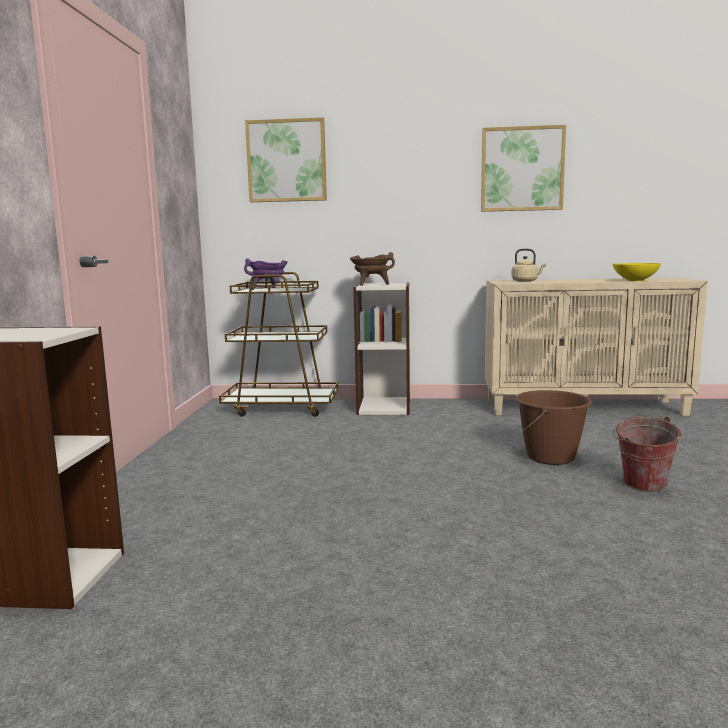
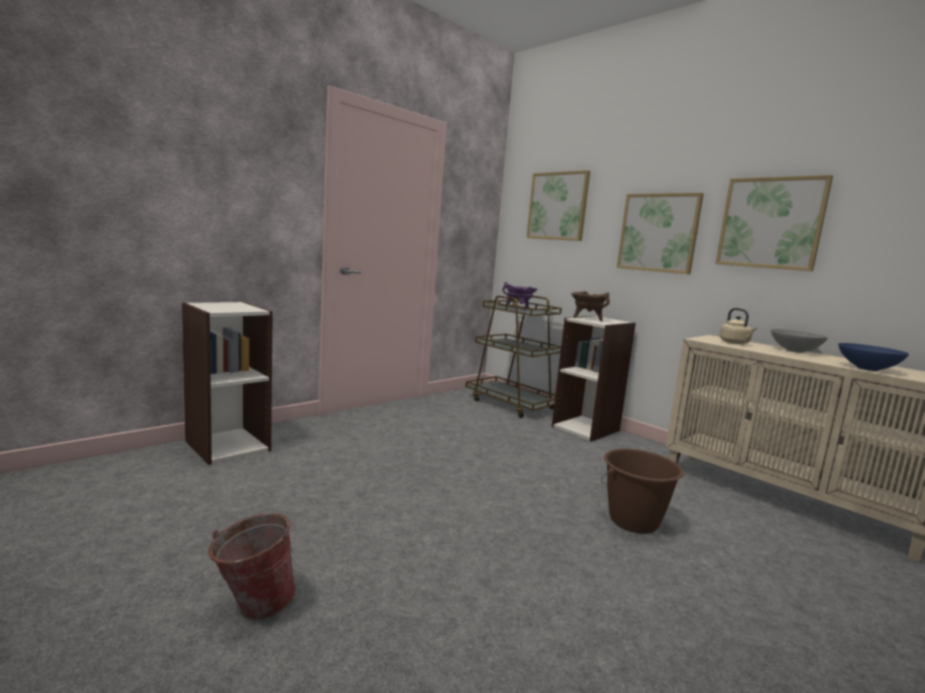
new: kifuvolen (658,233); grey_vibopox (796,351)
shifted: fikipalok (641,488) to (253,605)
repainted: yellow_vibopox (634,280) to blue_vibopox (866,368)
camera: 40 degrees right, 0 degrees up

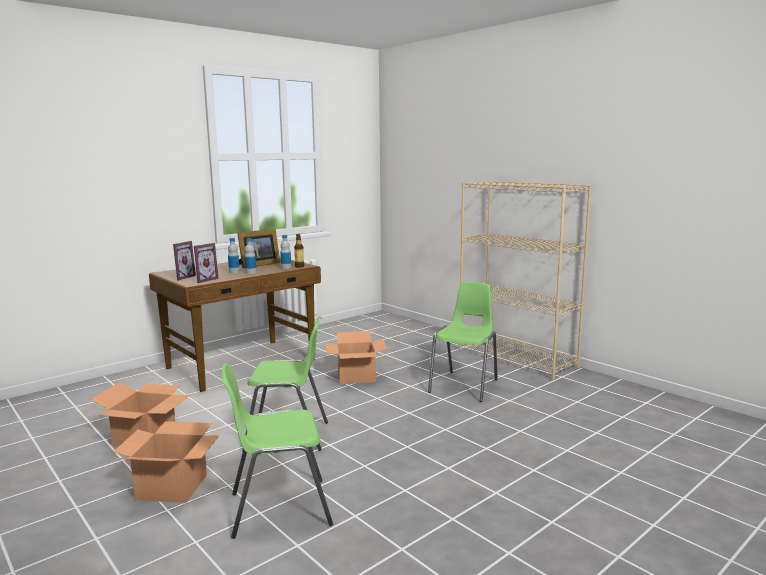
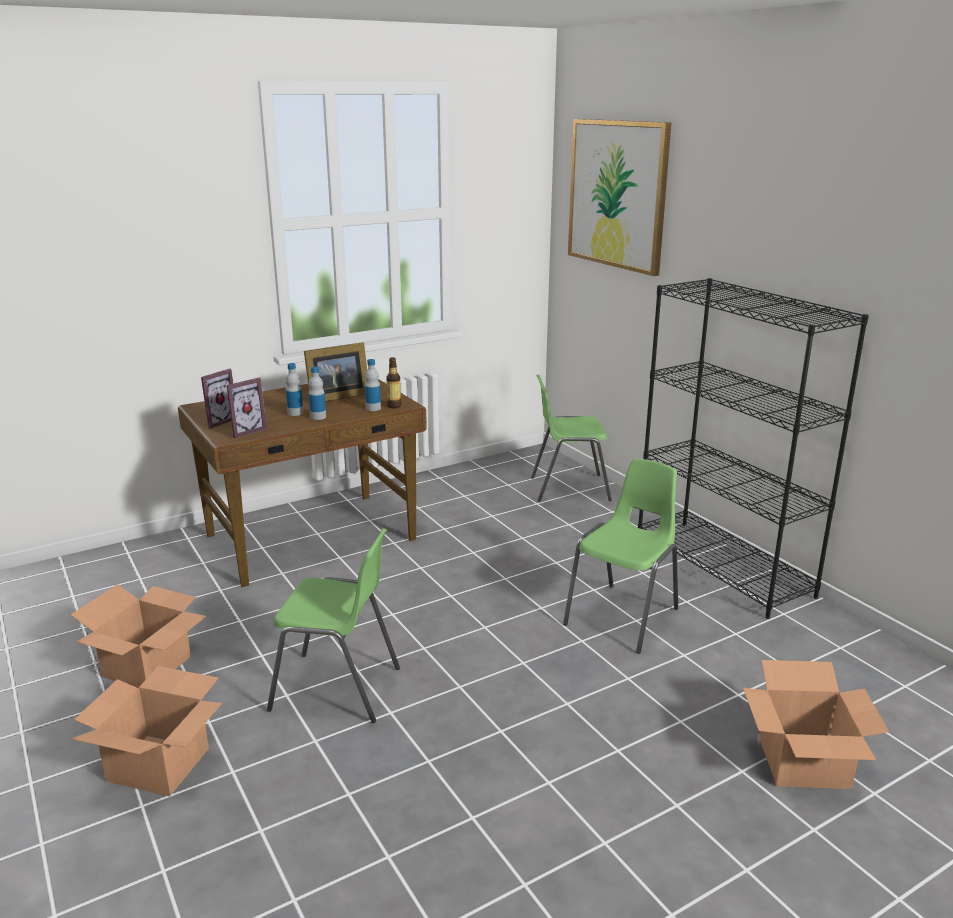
new: kifuvolen (617,194)
shifted: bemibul (357,376) to (804,762); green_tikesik (279,508) to (568,488)
repainted: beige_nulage (517,358) to black_nulage (723,567)
camera: 10 degrees right, 10 degrees up

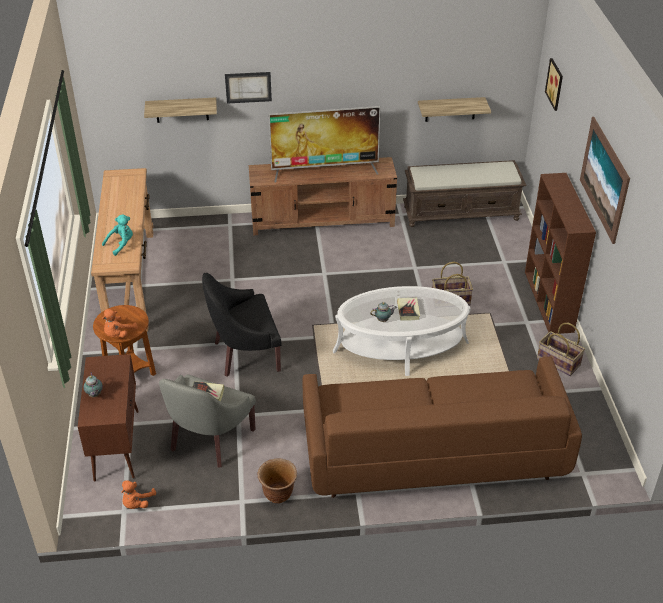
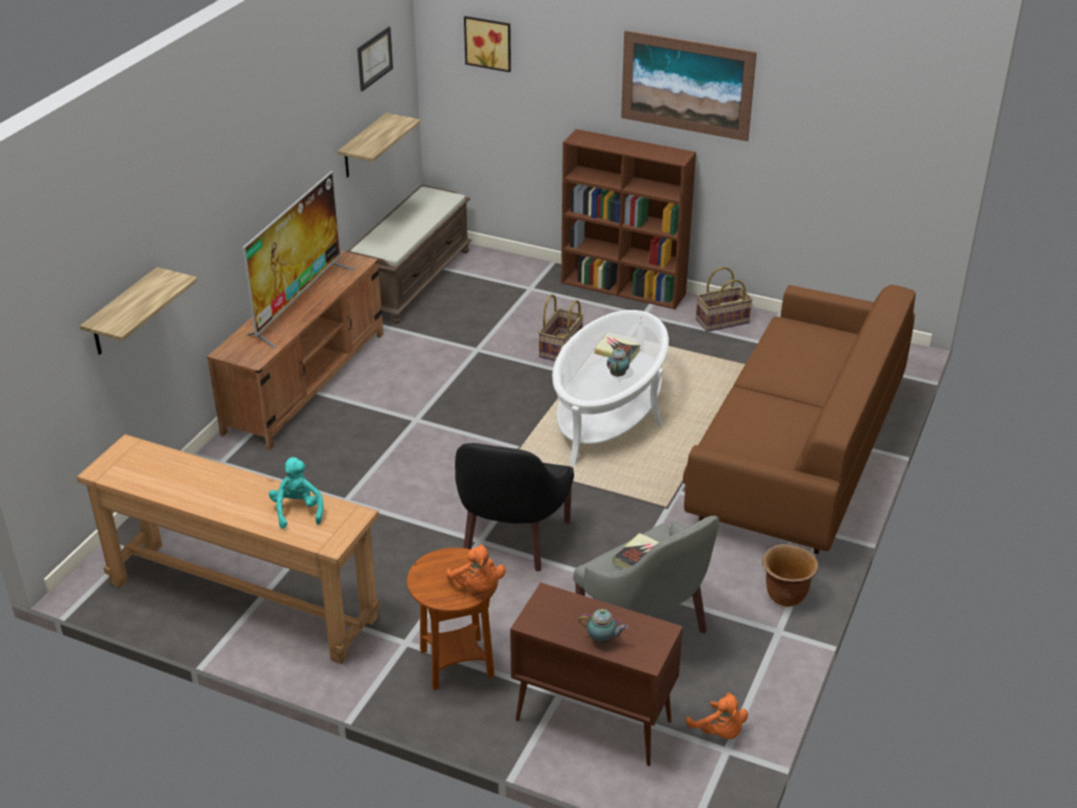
shifted: kifuvolen (248,87) to (374,58)
camera: 60 degrees left, 5 degrees down

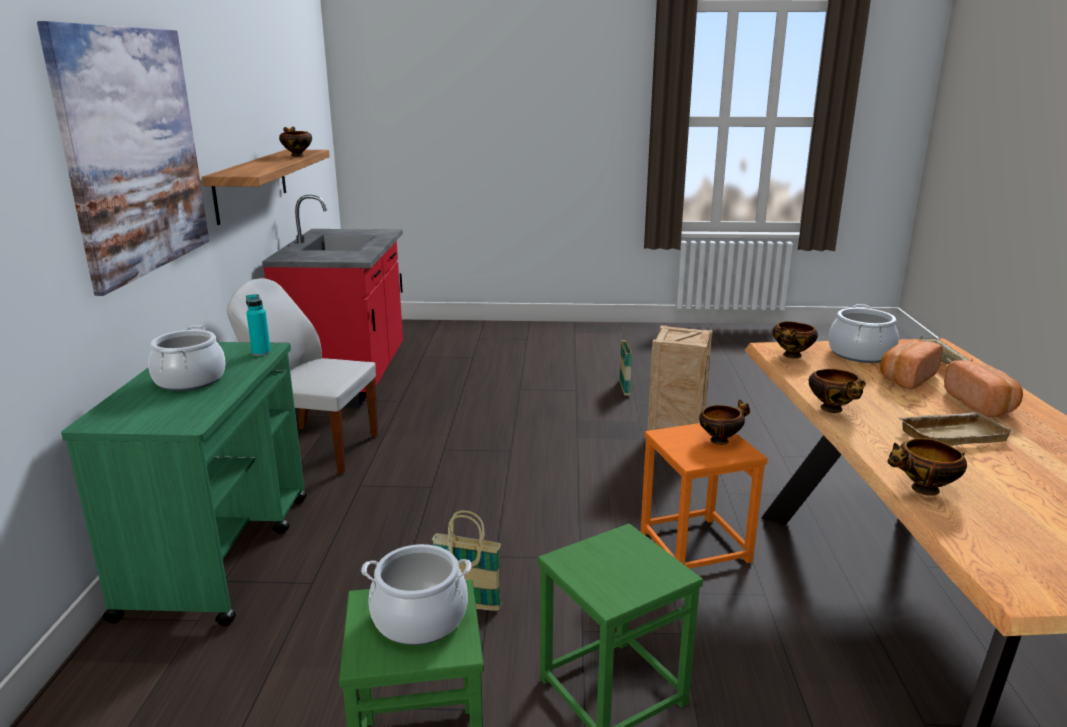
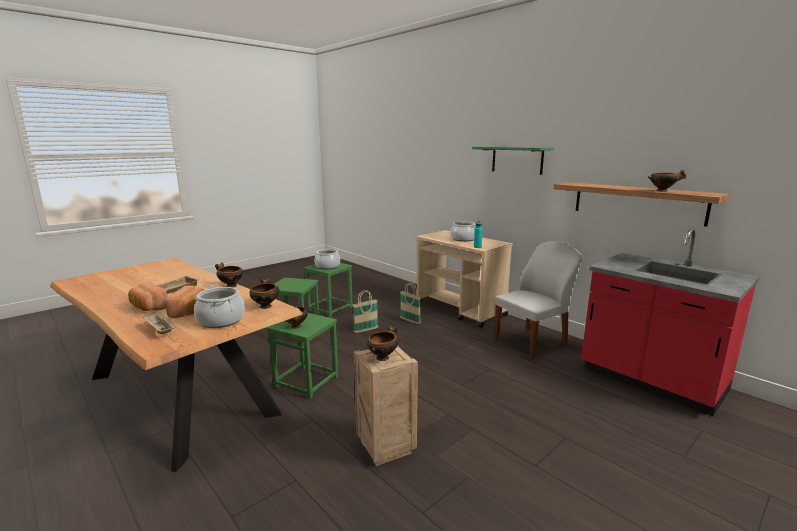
shifted: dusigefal (624,388) to (410,321); vibopox (923,490) to (383,357)
swapped: kifuvolen (134,152) to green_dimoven (517,160)
repainted: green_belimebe (220,553) to beige_belimebe (460,310); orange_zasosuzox (693,546) to green_zasosuzox (306,381)
camera: 135 degrees right, 5 degrees down

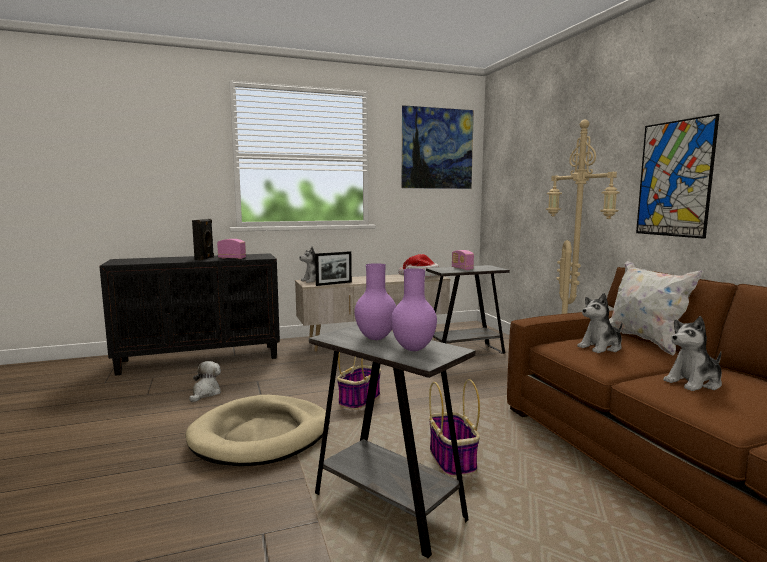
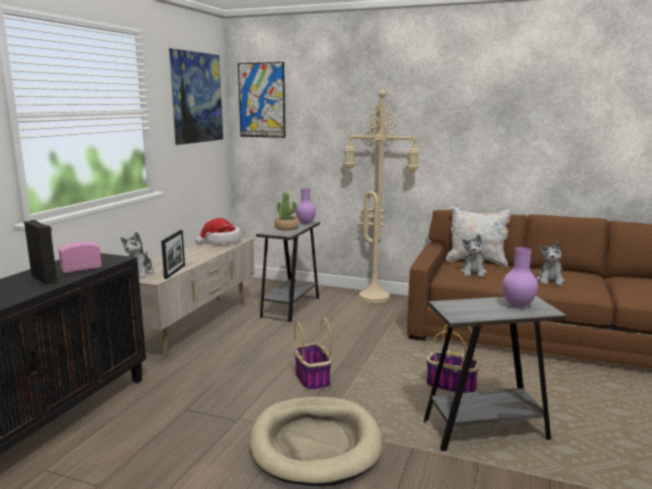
gone: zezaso (205,393)
shifted: kifuvolen (674,179) to (262,100); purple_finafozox (375,338) to (305,223)
swapped: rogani (462,268) to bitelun (287,228)
camera: 50 degrees left, 5 degrees up

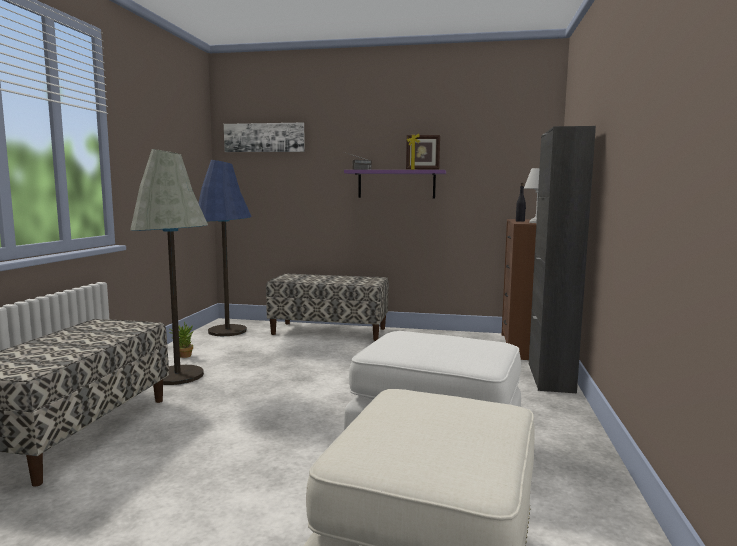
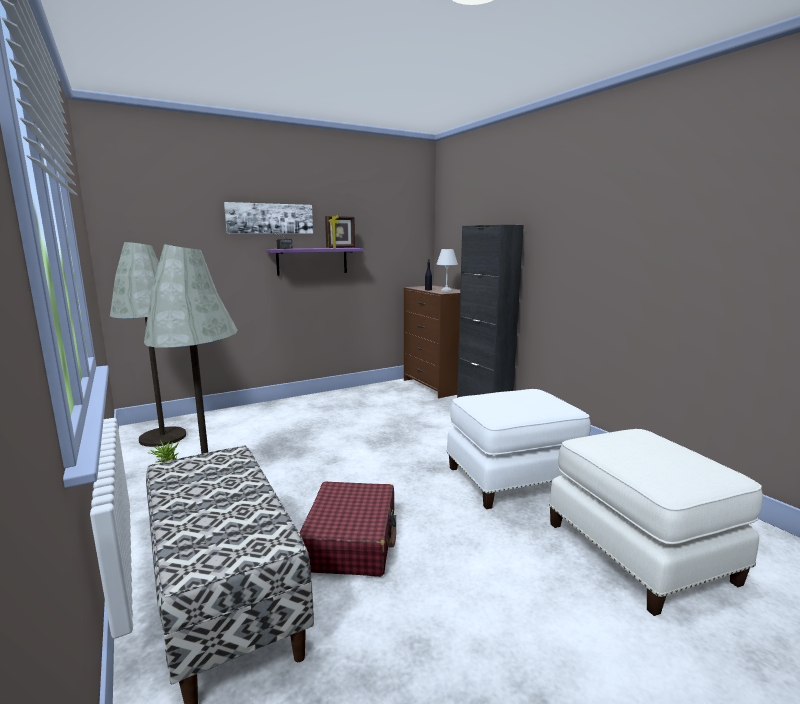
gone: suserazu (329,331)
new: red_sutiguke (351,541)
shifted: kifuvolen (264,137) to (270,218)
repainted: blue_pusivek (227,331) to grey_pusivek (163,437)
camera: 40 degrees left, 5 degrees up

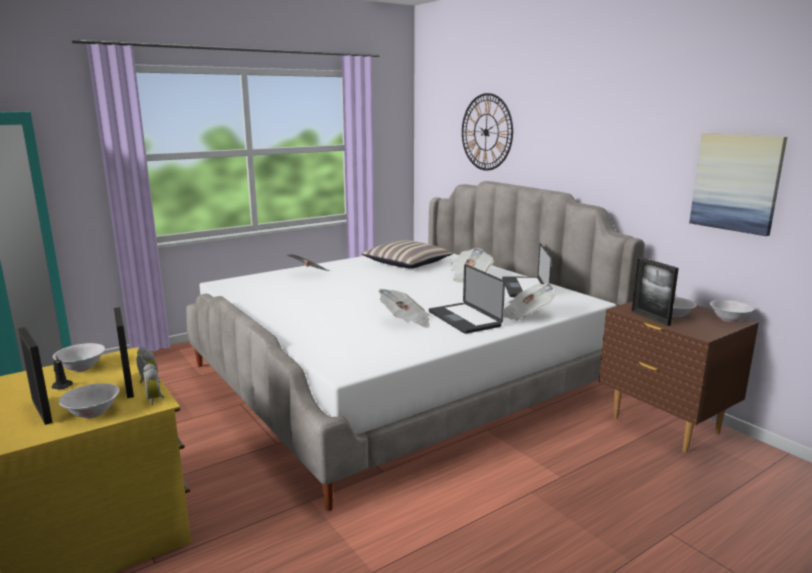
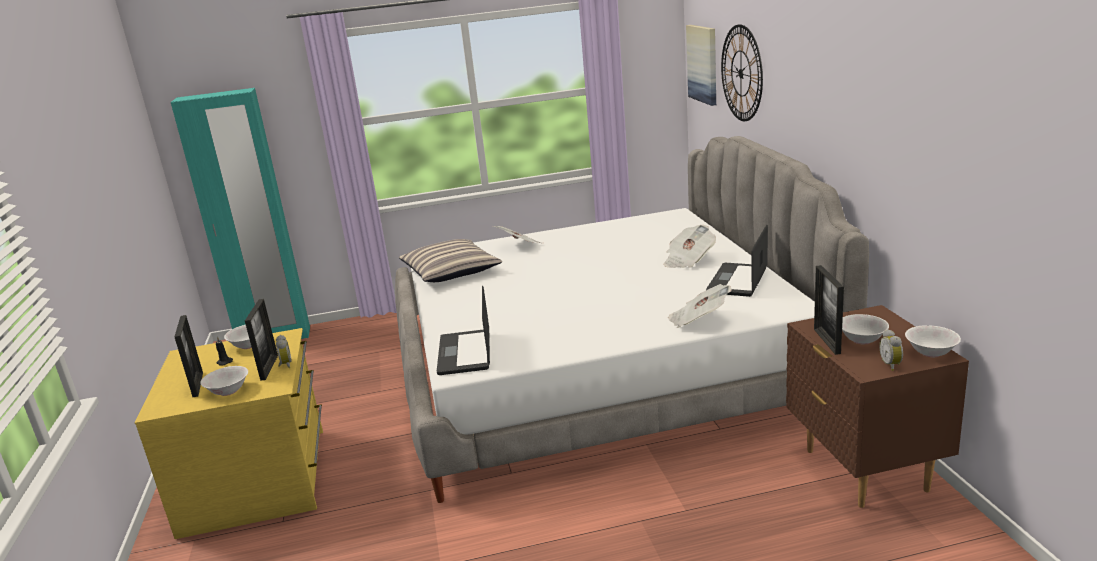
gone: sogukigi (406,322)
shifted: kifuvolen (736,182) to (703,64); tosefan (407,263) to (451,271); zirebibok (464,319) to (465,353); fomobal (156,399) to (891,365)
camera: 25 degrees right, 5 degrees up

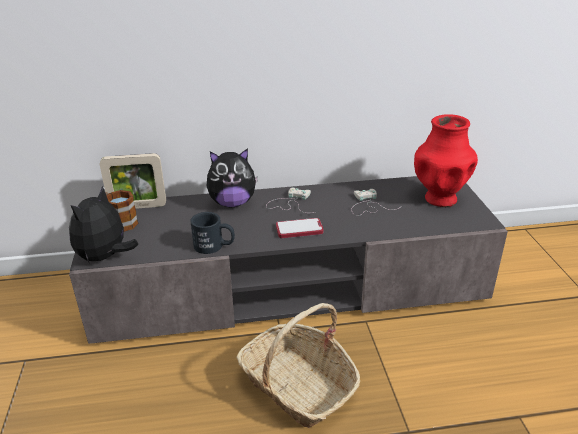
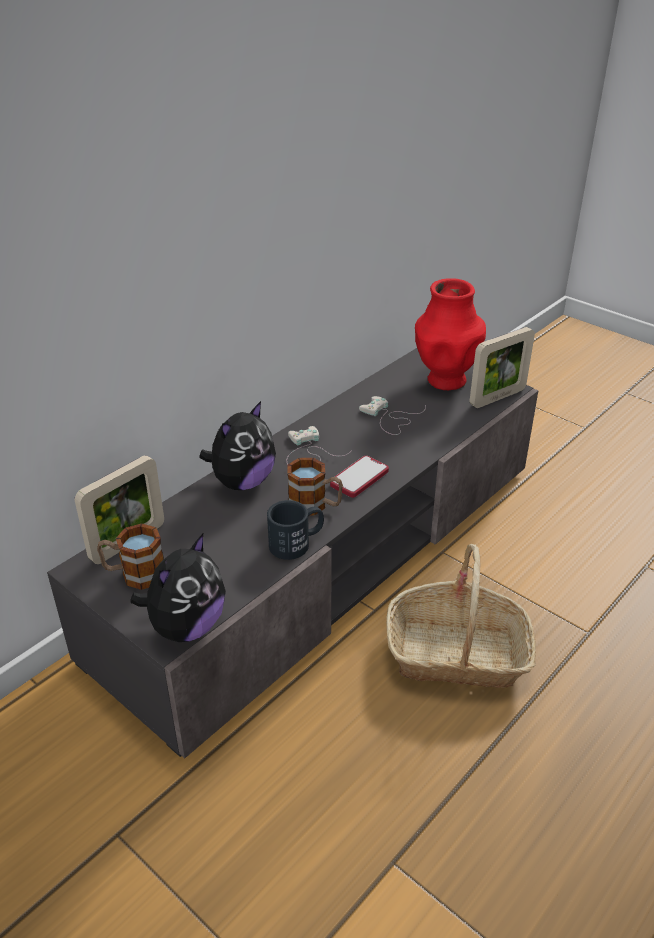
new: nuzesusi (497,397); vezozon (315,505)
rotated: zezaso (105,257) = (186,626) 135 degrees counterclockwise
camera: 40 degrees left, 5 degrees up

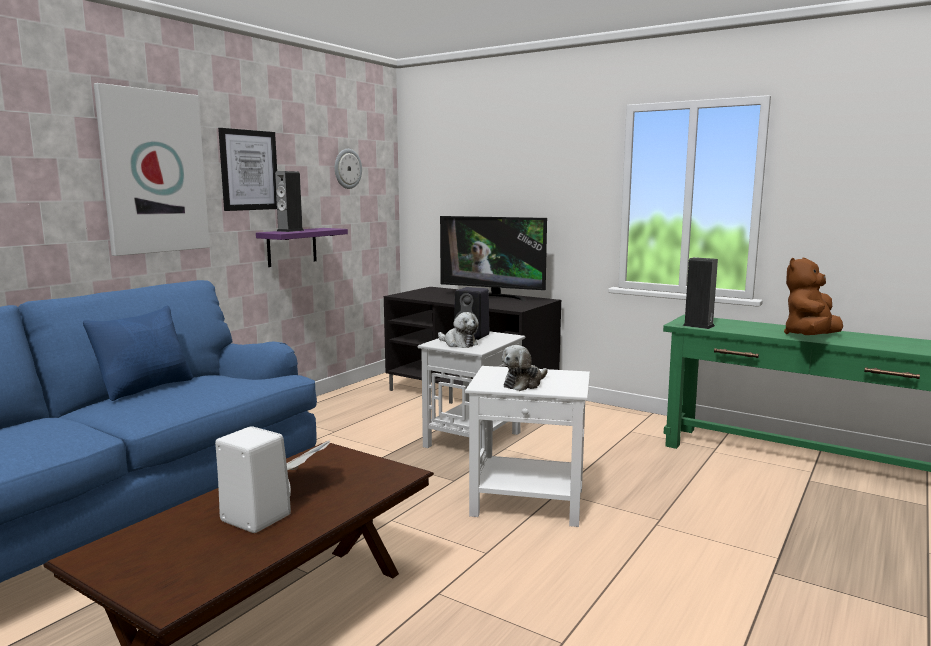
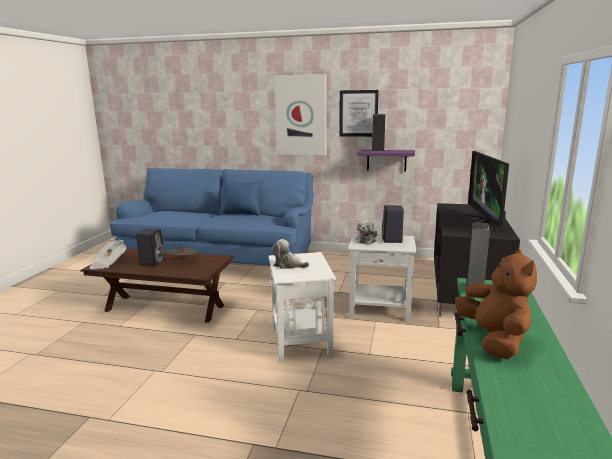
gone: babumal (347,168)
new: sogukigi (108,264)
repainted: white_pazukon (253,518) to black_pazukon (152,262)
rotated: brown_zezaso (810,337) = (494,340) 60 degrees clockwise
camera: 70 degrees right, 5 degrees up

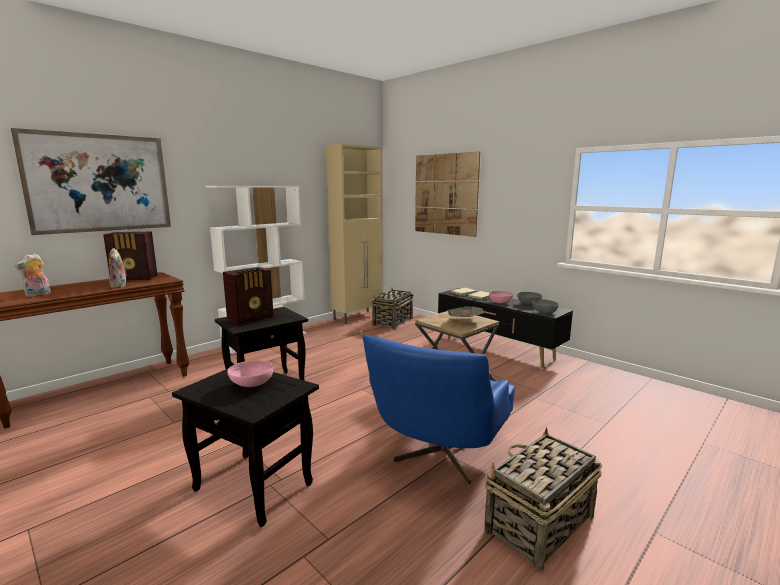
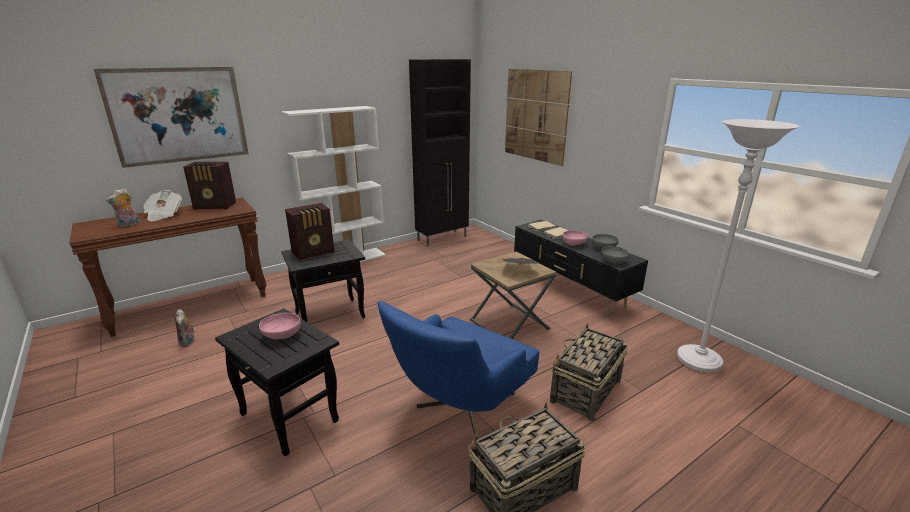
new: white_pusivek (699,360); sogukigi (163,215)
shifted: zezaso (120,286) to (188,342); dusigefal (392,322) to (585,391)
repainted: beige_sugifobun (358,317) to black_sugifobun (443,238)
camera: 10 degrees right, 10 degrees up

